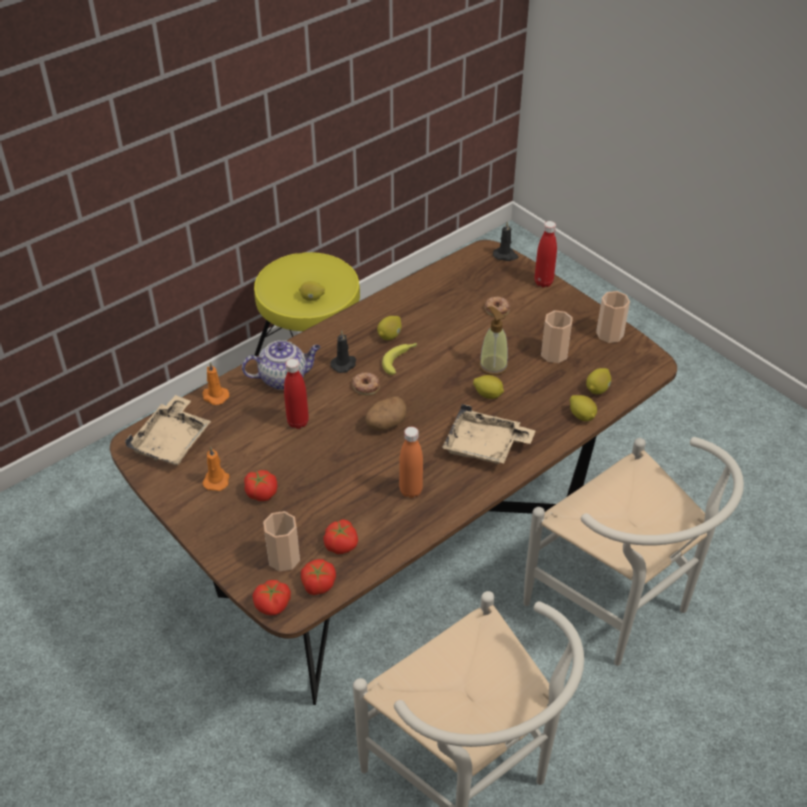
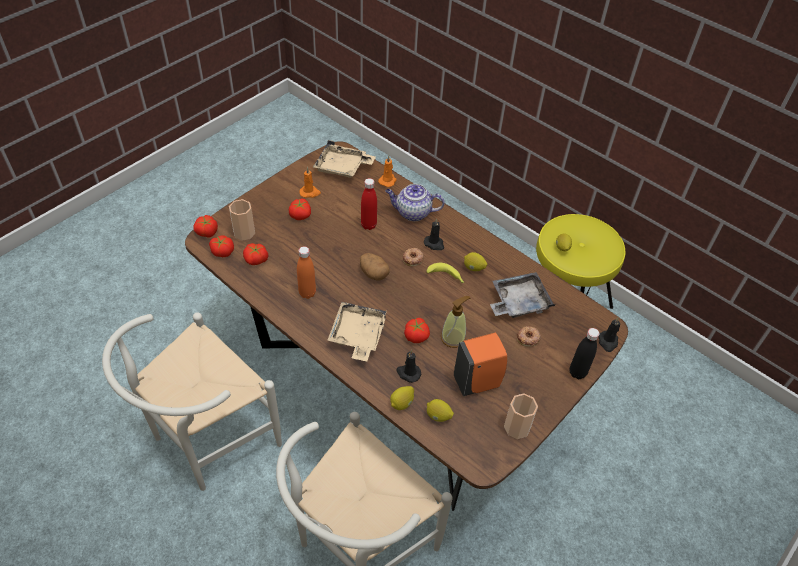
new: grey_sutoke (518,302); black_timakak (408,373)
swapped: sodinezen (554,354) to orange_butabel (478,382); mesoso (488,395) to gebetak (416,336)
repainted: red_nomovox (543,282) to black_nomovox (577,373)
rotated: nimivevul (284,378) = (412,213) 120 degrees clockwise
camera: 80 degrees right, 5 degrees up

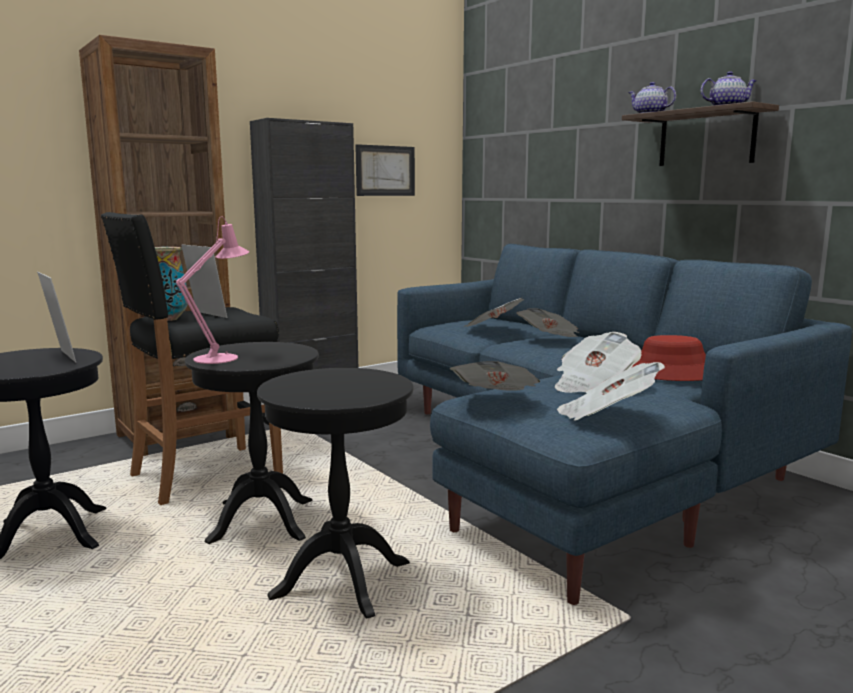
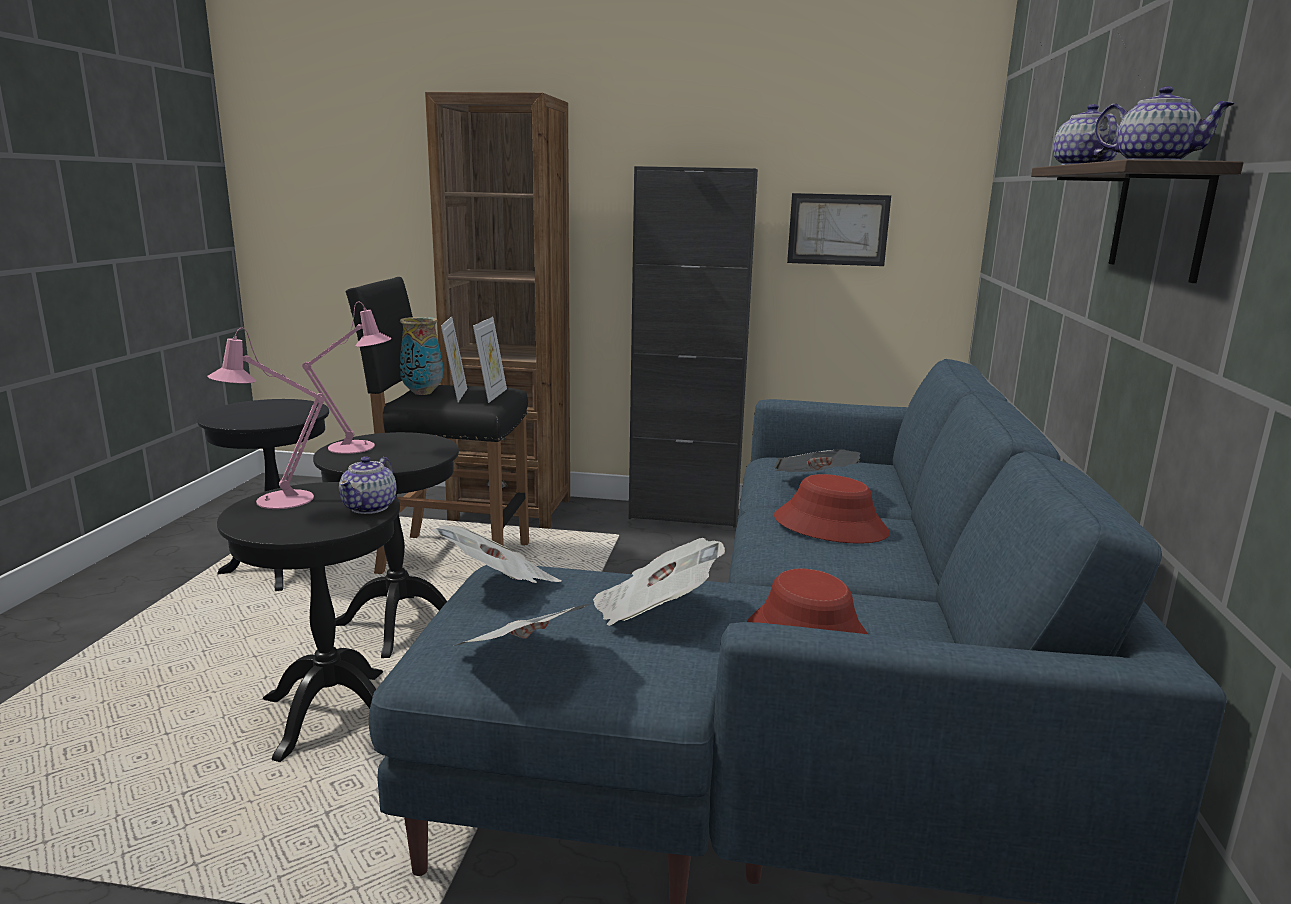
new: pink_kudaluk (276,501); nimivevul (370,507)
shifted: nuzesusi (61,357) to (491,395)
swapped: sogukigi (550,341) to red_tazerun (830,526)
camera: 45 degrees right, 5 degrees up

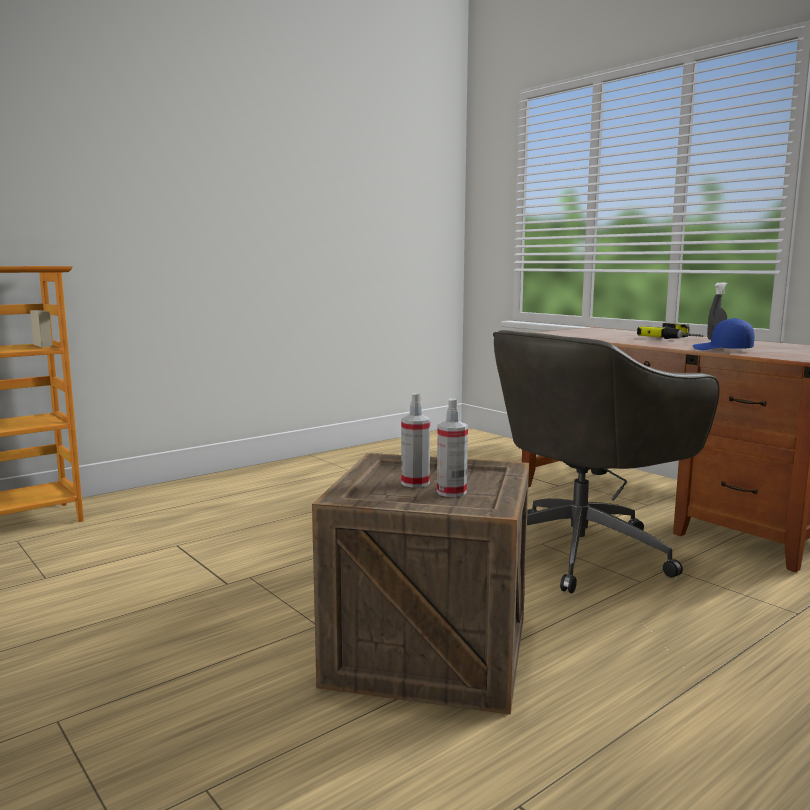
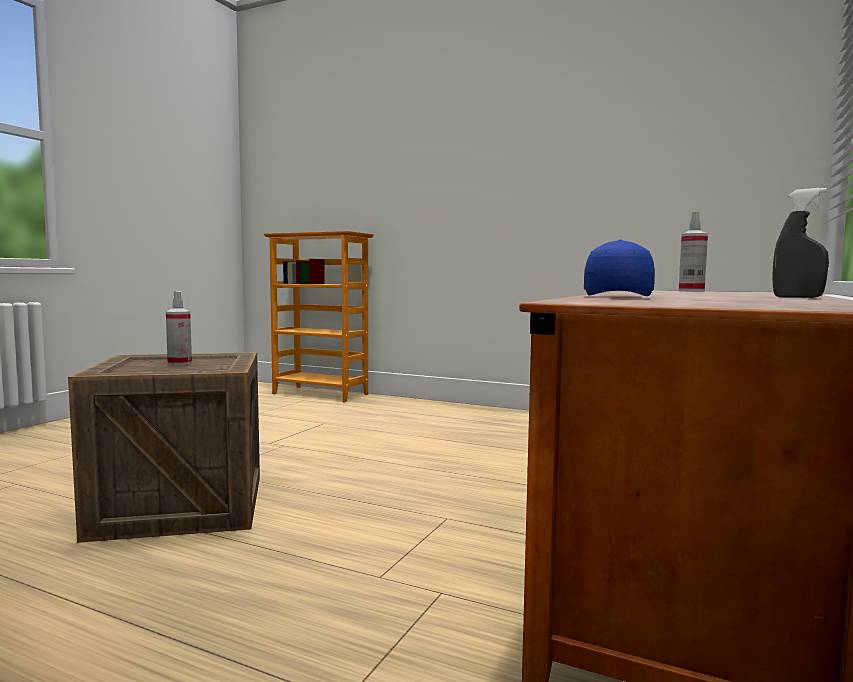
gone: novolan (678,338); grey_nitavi (583,550)
shifted: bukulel (451,492) to (691,291)
camera: 65 degrees right, 5 degrees down

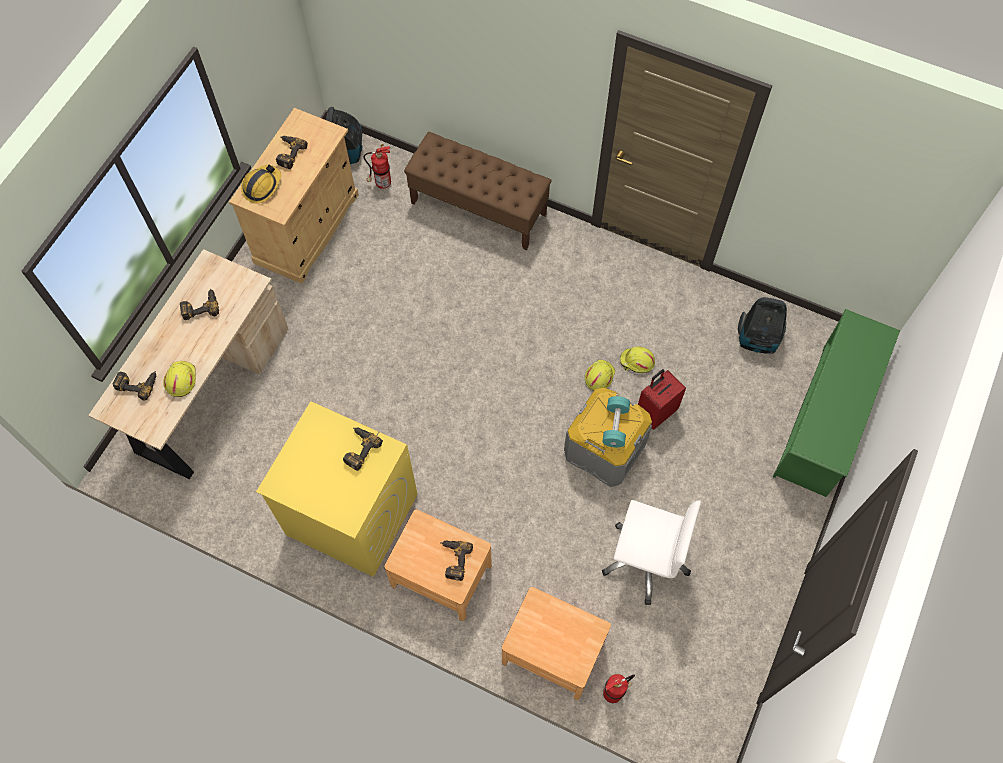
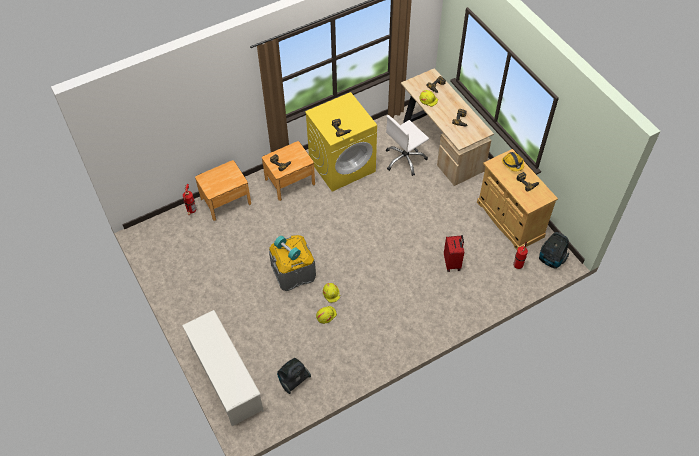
gone: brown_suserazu (479,208)
shifted: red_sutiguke (655,412) to (452,263); white_nitavi (645,559) to (405,159)
repainted: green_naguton (824,420) to white_naguton (226,378)
camera: 125 degrees right, 10 degrees down

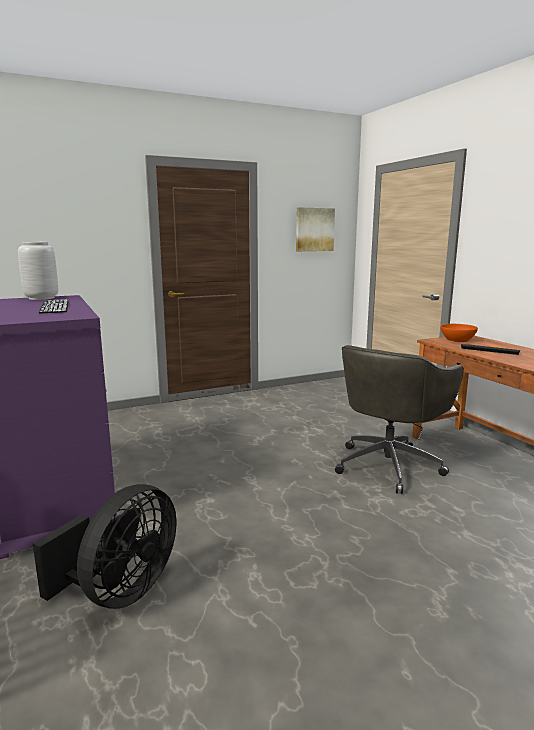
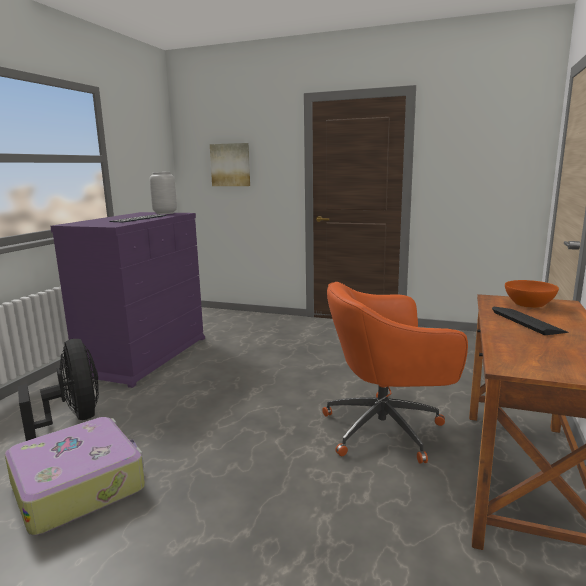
new: sutiguke (79,485)
shifted: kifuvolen (314,229) to (230,165)
repainted: grey_nitavi (389,464) to orange_nitavi (386,429)
rotated: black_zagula (120,592) = (73,419) 105 degrees counterclockwise
camera: 45 degrees right, 0 degrees up

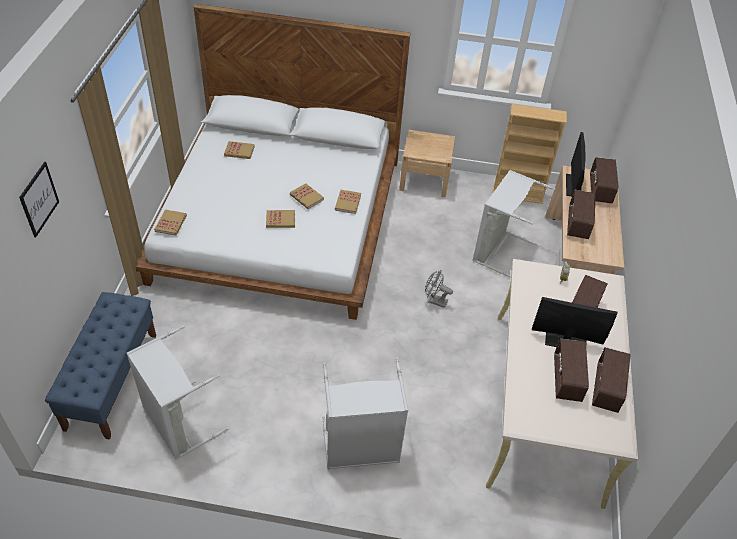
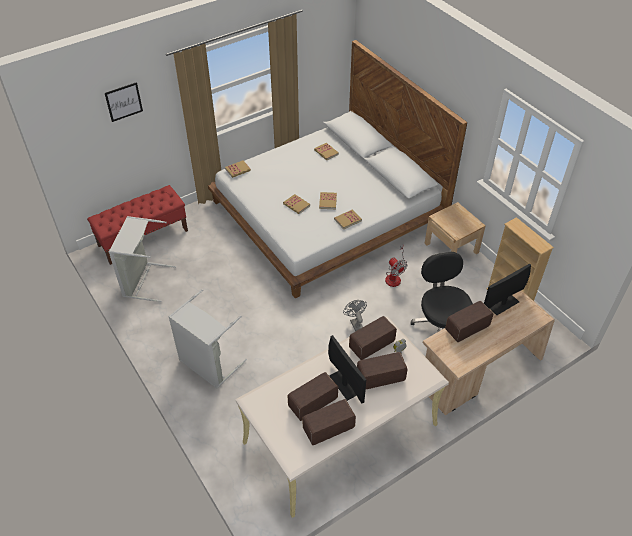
new: zagula (394,276)
shifted: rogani (600,189) to (372,345)
swapped: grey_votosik (498,250) to black_nitavi (441,324)
repainted: blue_suserazu (112,380) to red_suserazu (143,238)
camera: 50 degrees right, 0 degrees up

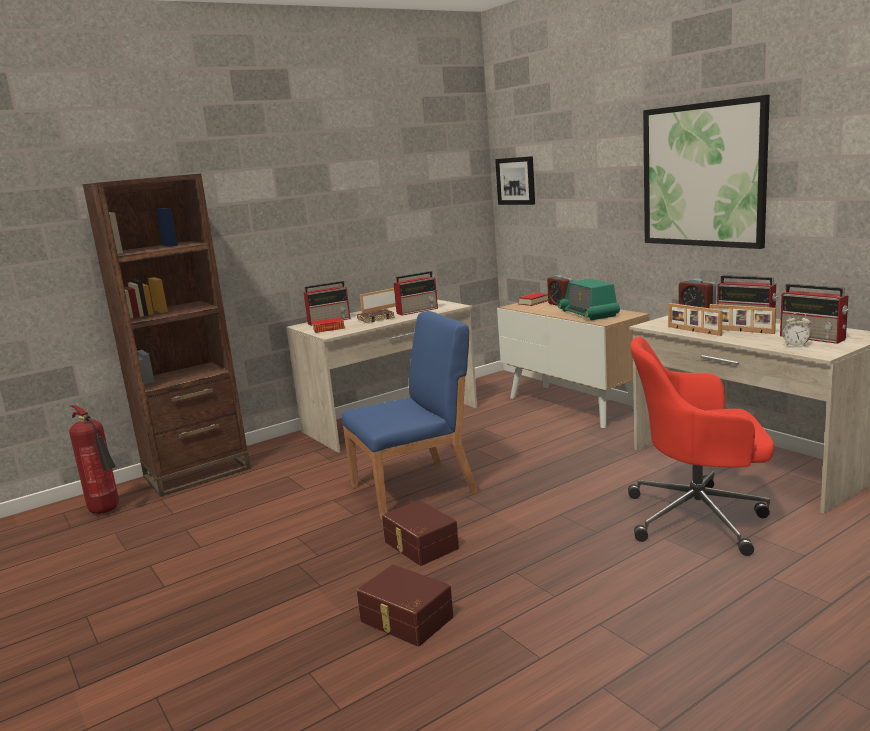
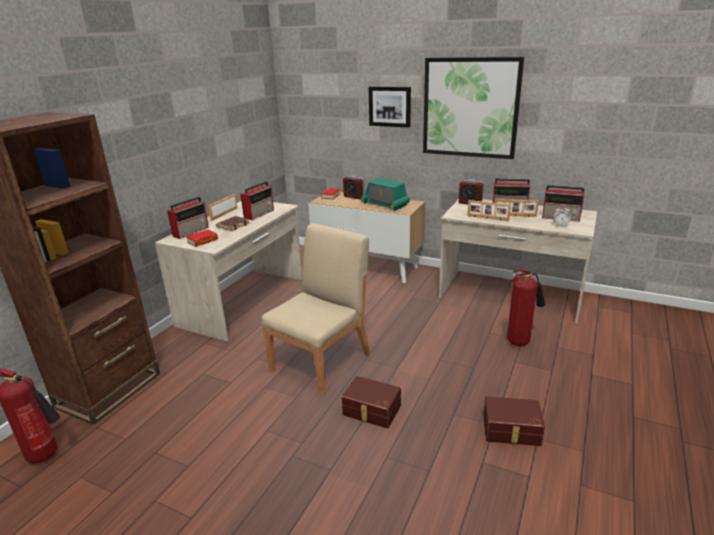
shifted: kifuvolen (516,181) to (390,106); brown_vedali (405,620) to (511,430)
swapped: red_nitavi (699,517) to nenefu (520,341)
repainted: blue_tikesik (415,489) to beige_tikesik (322,361)
camera: 30 degrees left, 10 degrees up

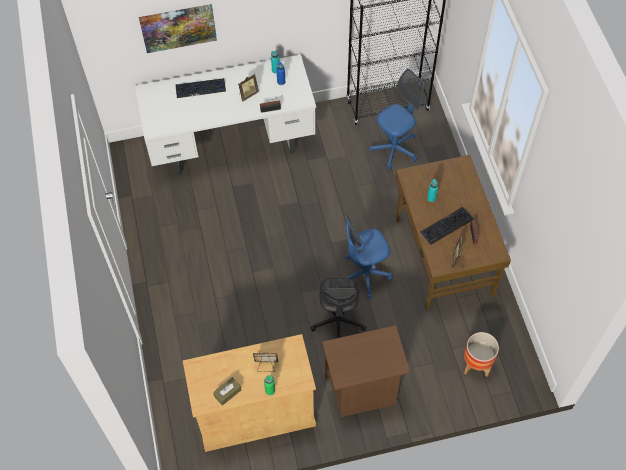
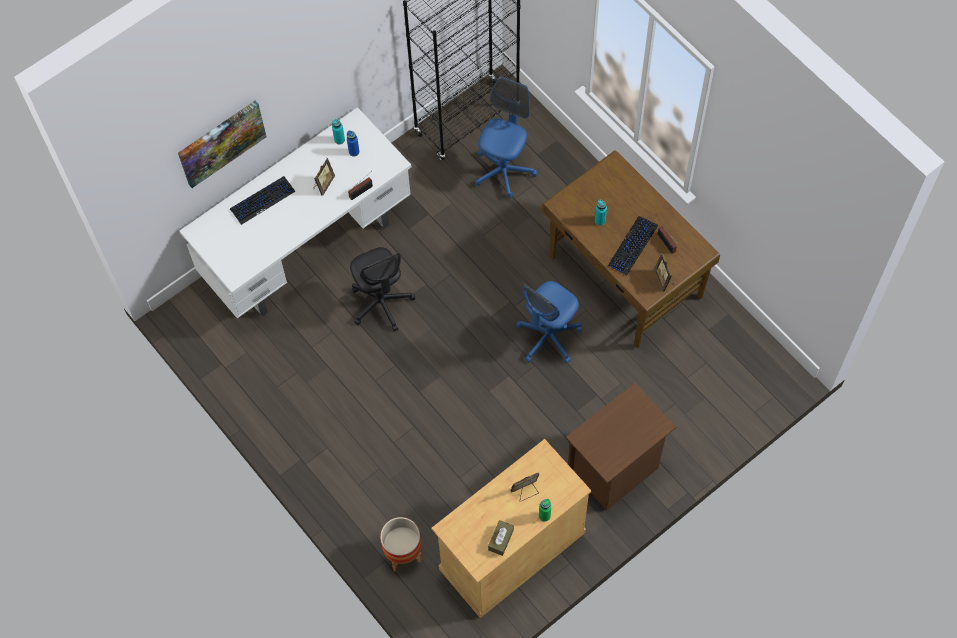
shifted: black_nitavi (338,322) to (381,303); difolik (476,364) to (403,553)
camera: 25 degrees left, 5 degrees up

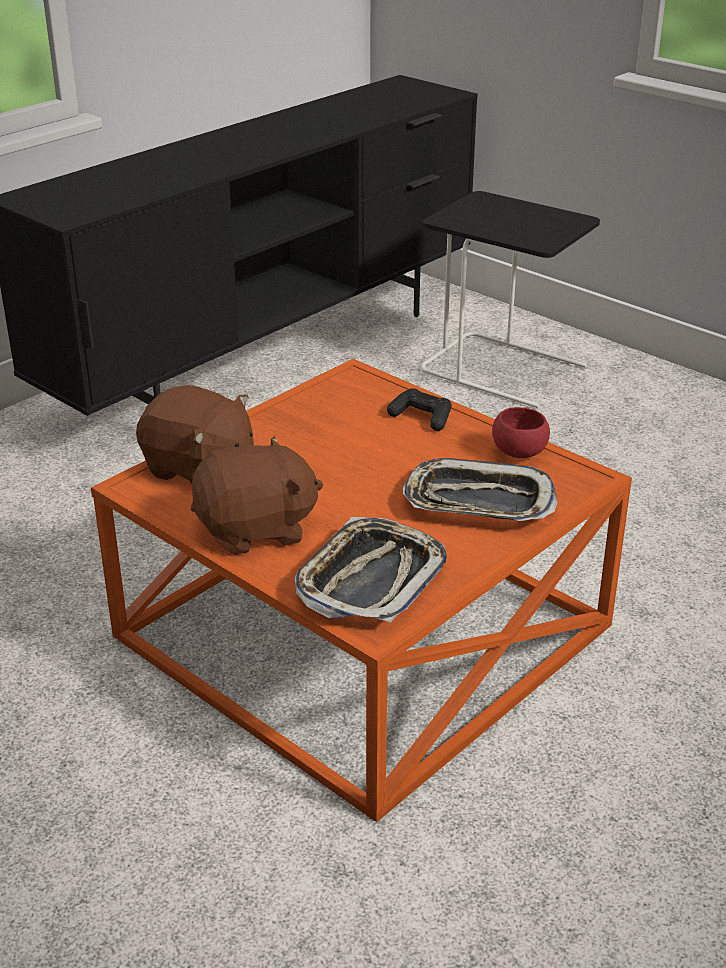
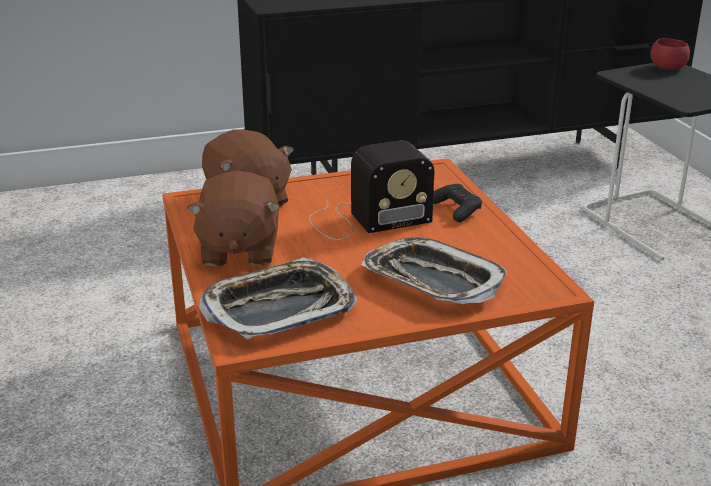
new: rogani (365,219)
shifted: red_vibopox (519,452) to (667,68)
rotated: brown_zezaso (256,530) = (238,250) 75 degrees clockwise
camera: 30 degrees right, 5 degrees down

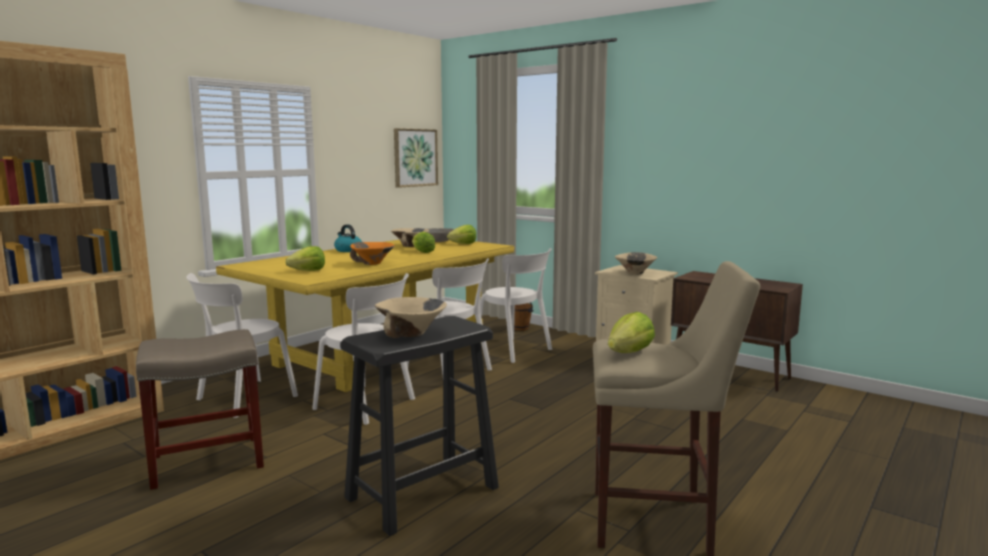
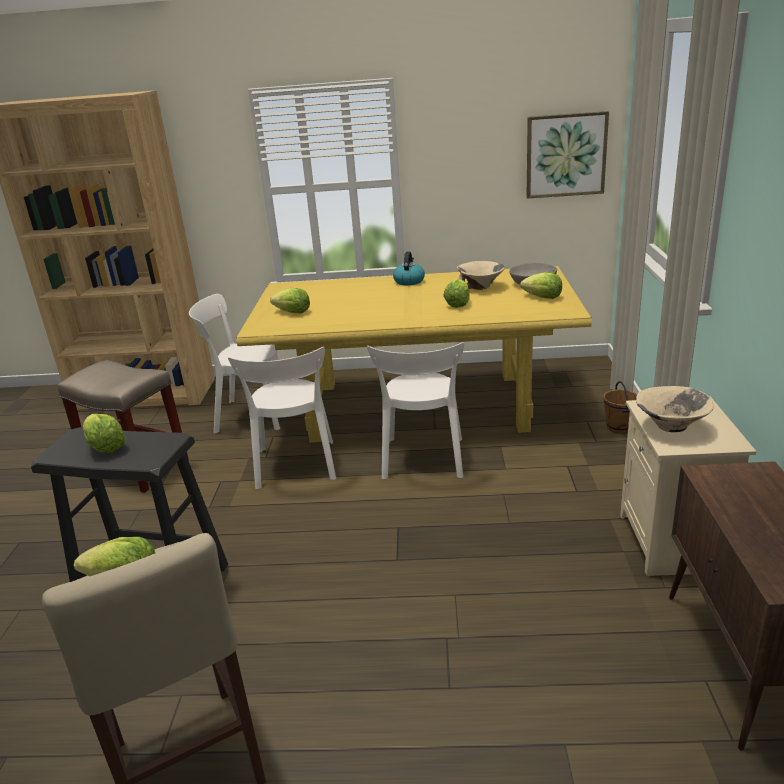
gone: orange_vibopox (372,264); white_tikesik (515,350)
swapped: beige_vibopox (411,334) to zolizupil (105,447)
camera: 55 degrees right, 15 degrees up

